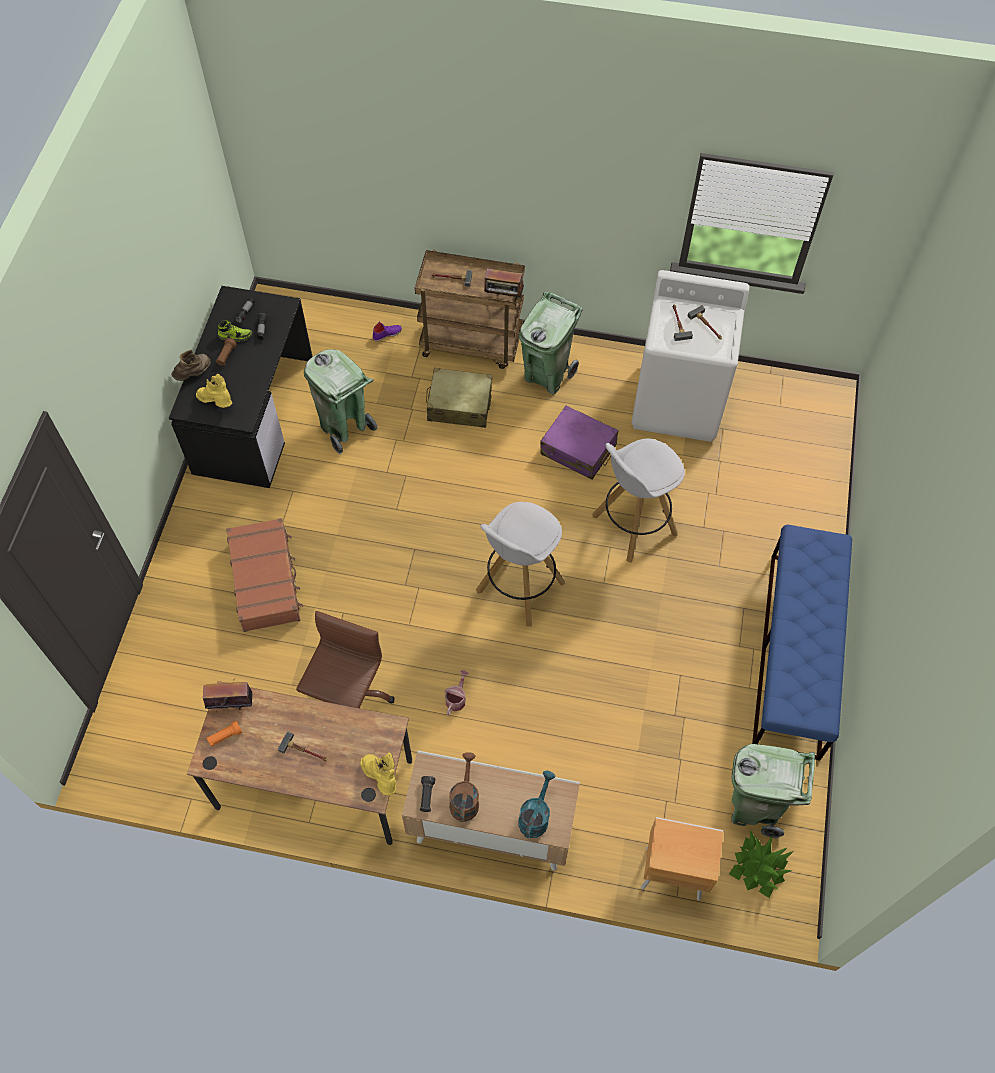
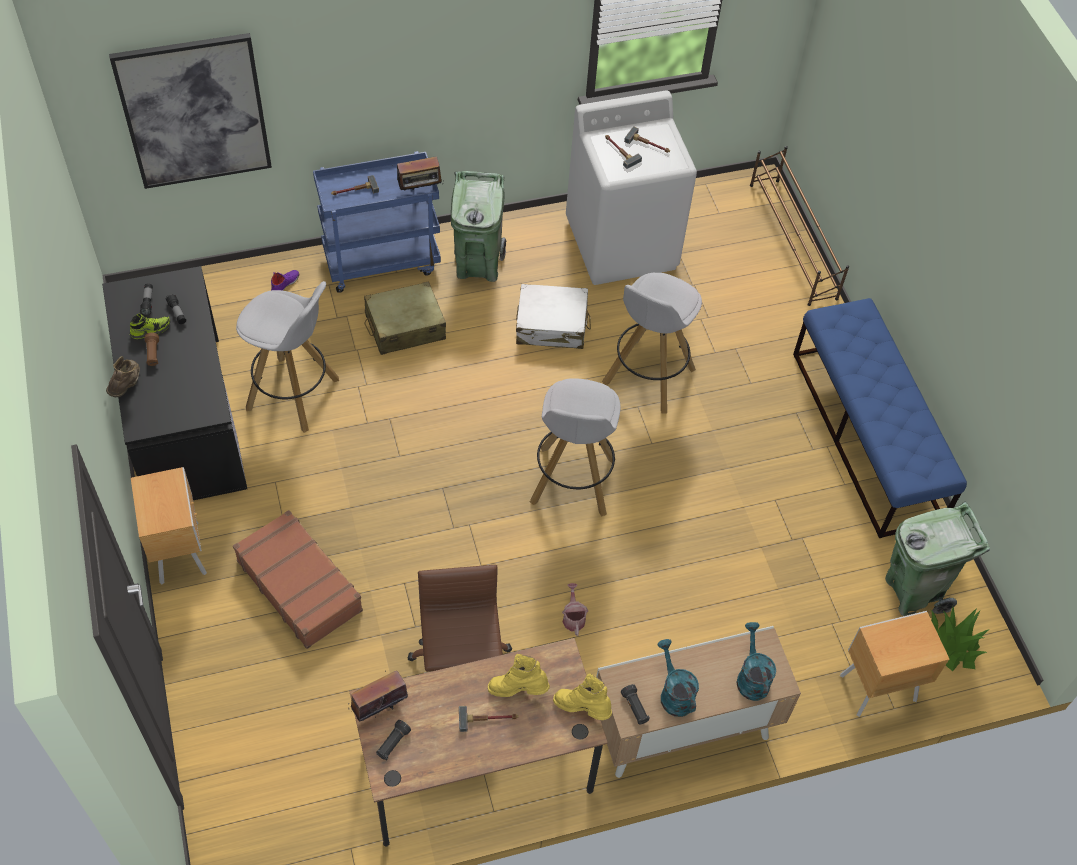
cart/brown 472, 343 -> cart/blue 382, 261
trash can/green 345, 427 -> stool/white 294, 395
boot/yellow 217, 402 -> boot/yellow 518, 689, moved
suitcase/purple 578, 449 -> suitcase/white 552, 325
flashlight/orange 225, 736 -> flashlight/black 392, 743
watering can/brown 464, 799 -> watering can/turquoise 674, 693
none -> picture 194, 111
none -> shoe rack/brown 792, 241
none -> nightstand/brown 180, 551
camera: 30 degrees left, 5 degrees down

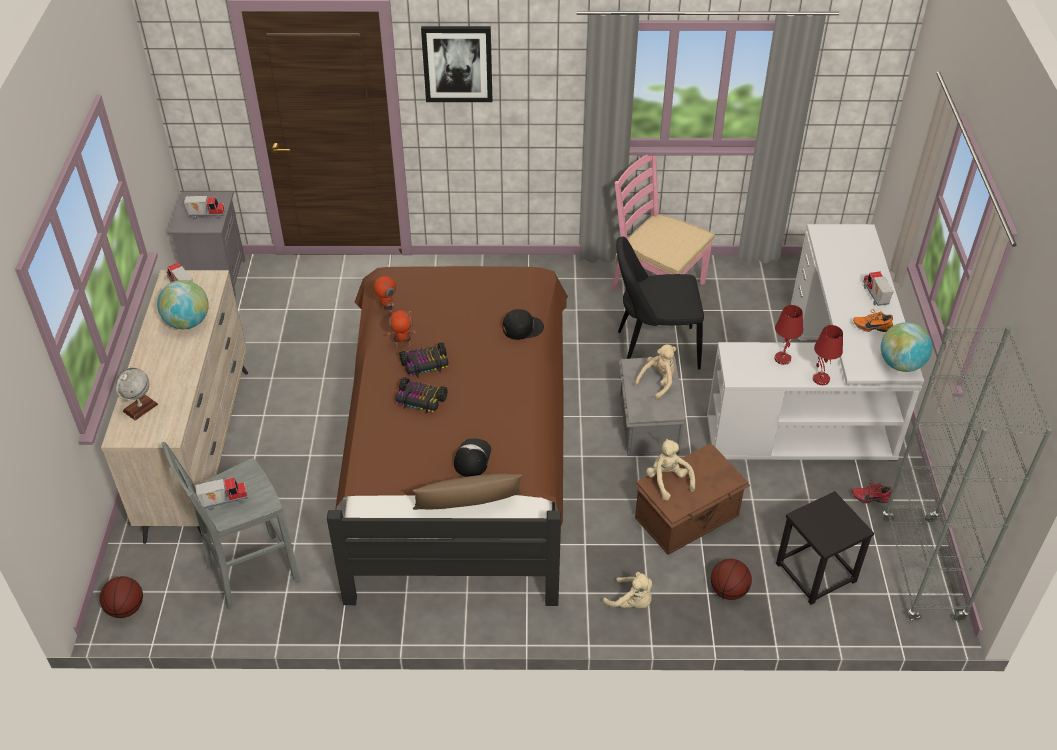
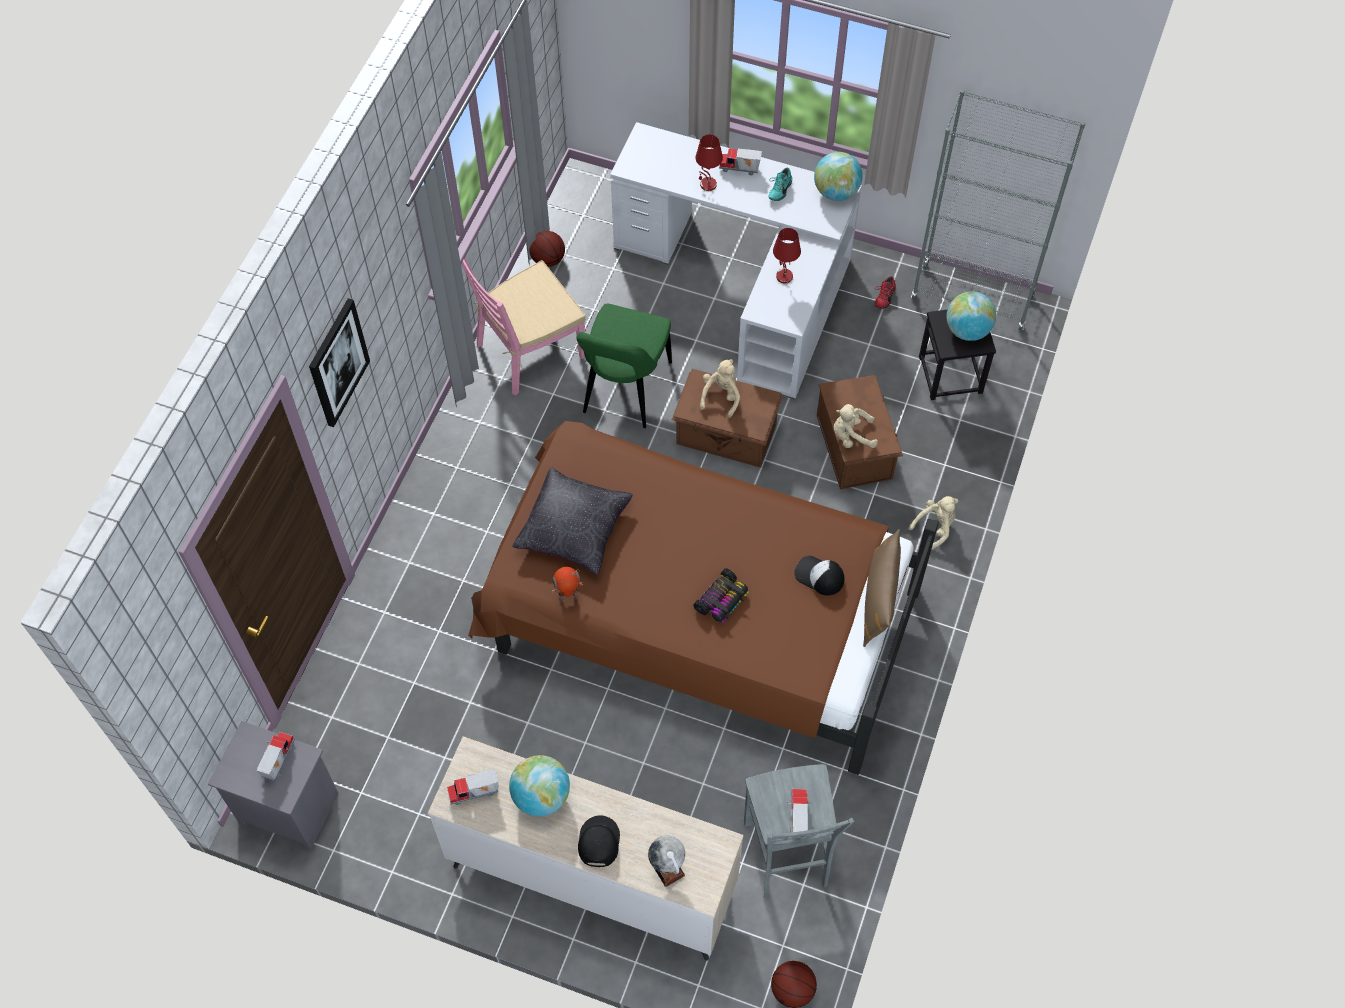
chair/black 653, 350 -> chair/green 625, 391
cap/black 522, 327 -> cap/black 598, 842, moved
shoe/orange 872, 326 -> shoe/turquoise 778, 190
toy robot 403, 346 -> none
table lamp/red 820, 379 -> table lamp/red 708, 185, moved
toy car 425, 365 -> none
plush toy/beige 658, 382 -> plush toy/beige 721, 396, 45 degrees clockwise
storage box/grey 647, 424 -> storage box/brown 726, 435
basketball 728, 591 -> basketball 548, 260, moved
none -> globe 967, 330
none -> pillow/black 574, 528
camera: 70 degrees left, 15 degrees up

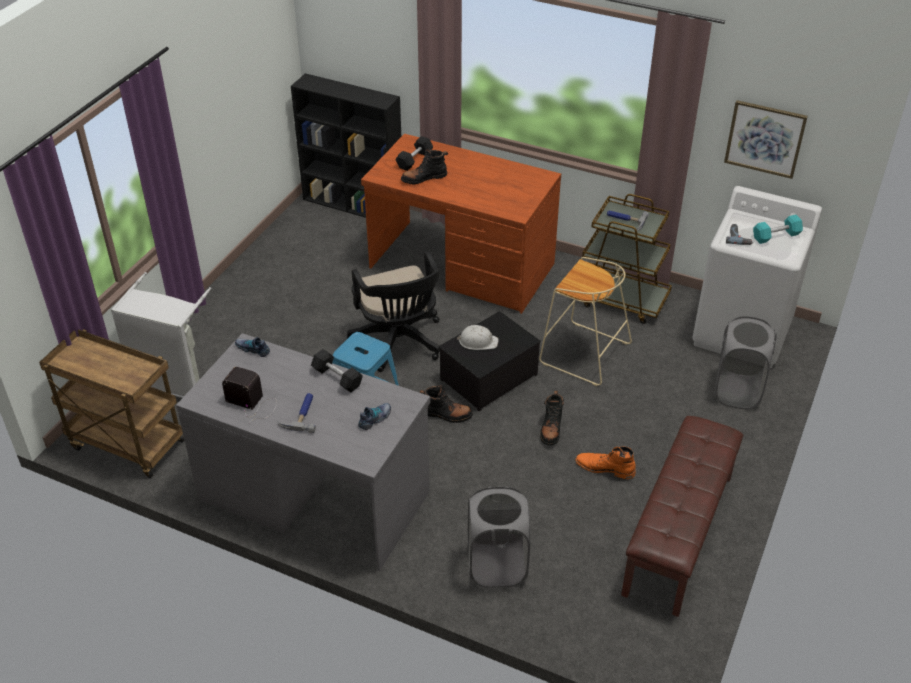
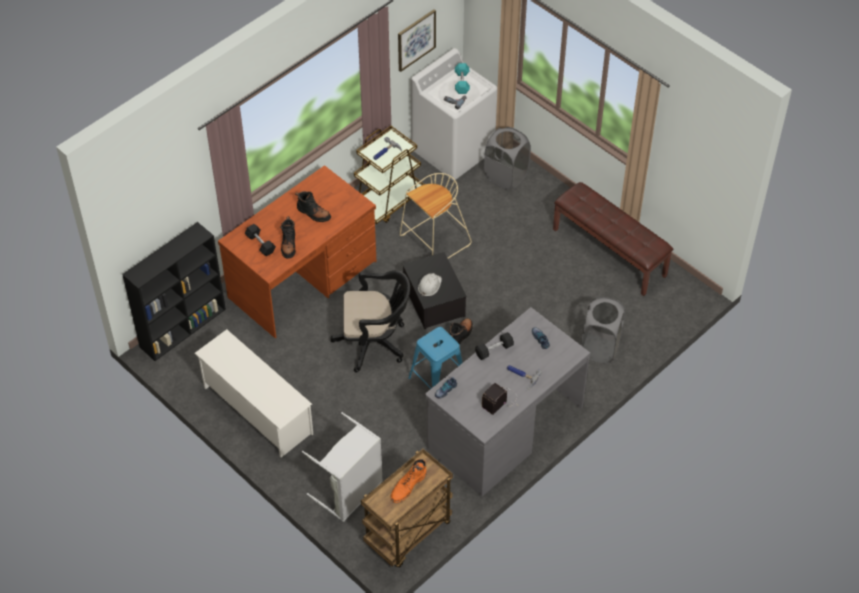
boot/black 551, 429 -> boot/black 313, 213, moved
boot/orange 605, 468 -> boot/orange 408, 486, moved
none -> shoe rack/white 257, 410
camera: 70 degrees left, 10 degrees up

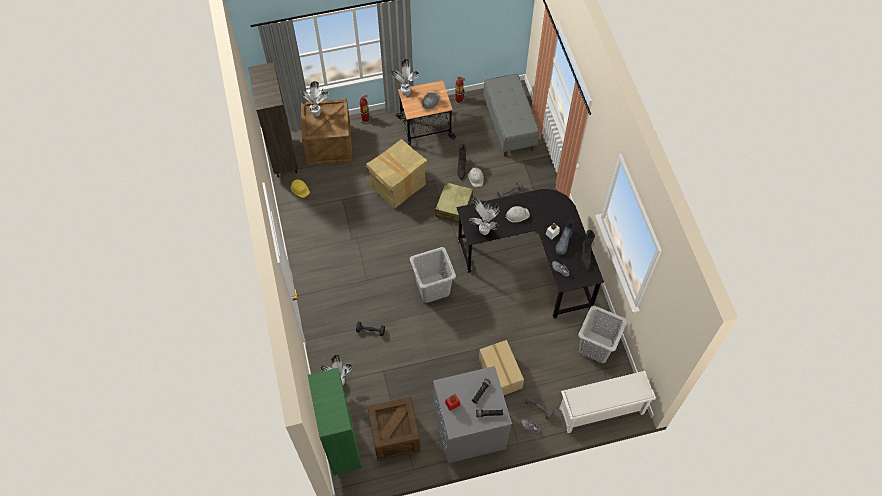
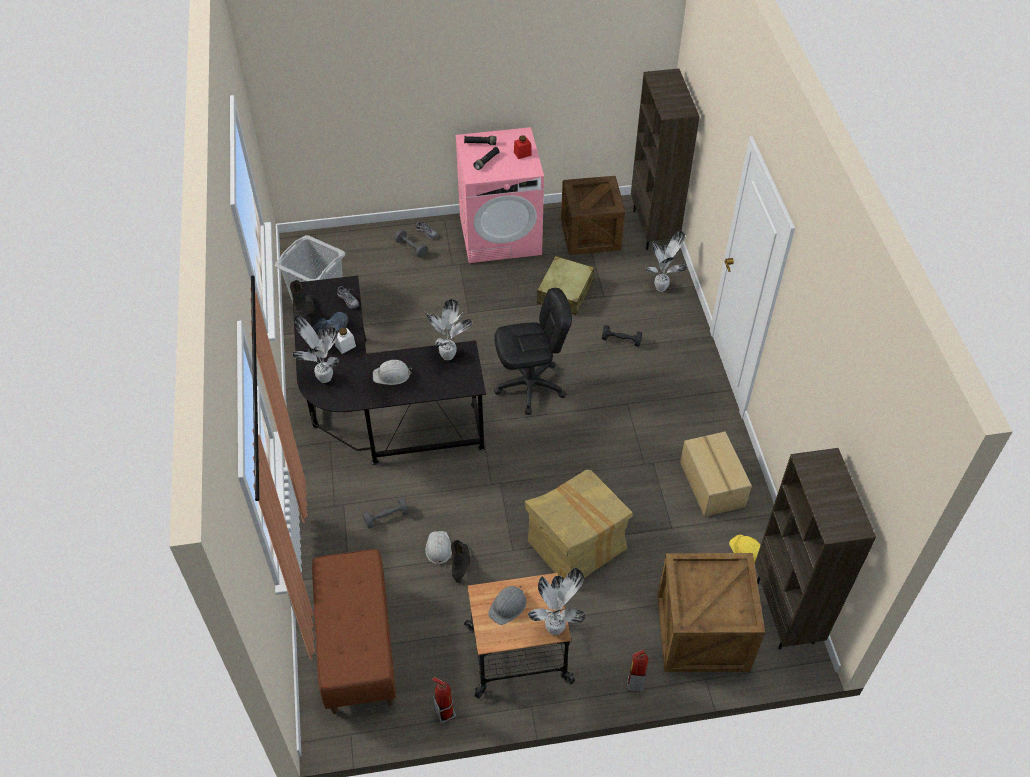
bench/grey 509, 126 -> bench/brown 357, 646
potted plant 317, 114 -> potted plant 324, 377, moved
suitcase/beige 454, 207 -> suitcase/beige 565, 292, moved
laundry basket/grey 432, 288 -> office chair/black 530, 386
cardboard box 500, 373 -> cardboard box 711, 484, moved
washing machine/grey 469, 429 -> washing machine/pink 500, 235
bookcase/green 342, 447 -> bookcase/brown 654, 228
shoe rack/white 600, 411 -> none
camera: 175 degrees left, 10 degrees down

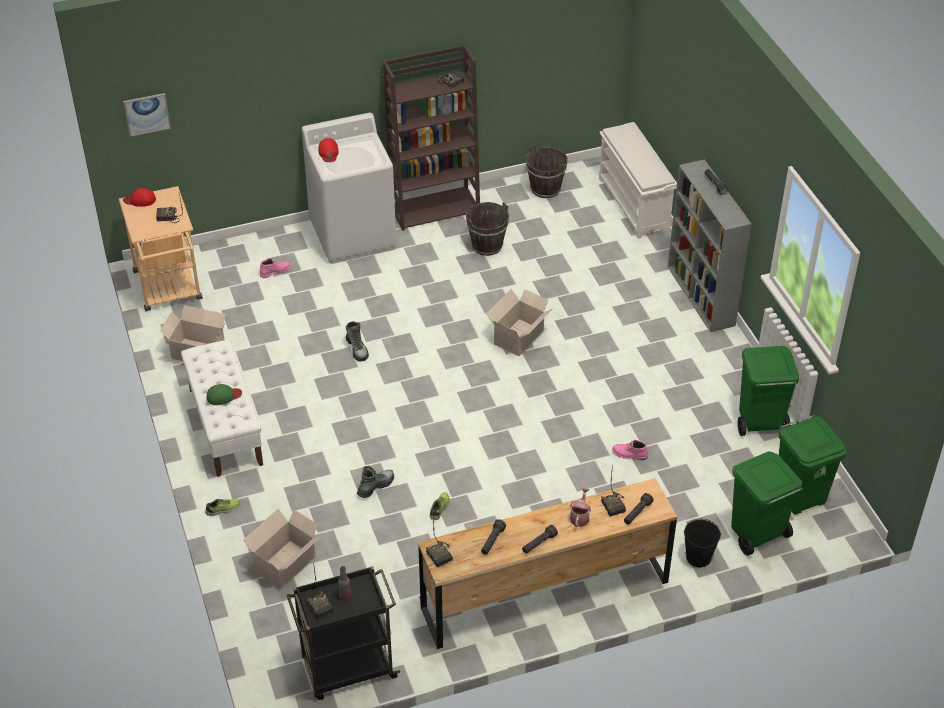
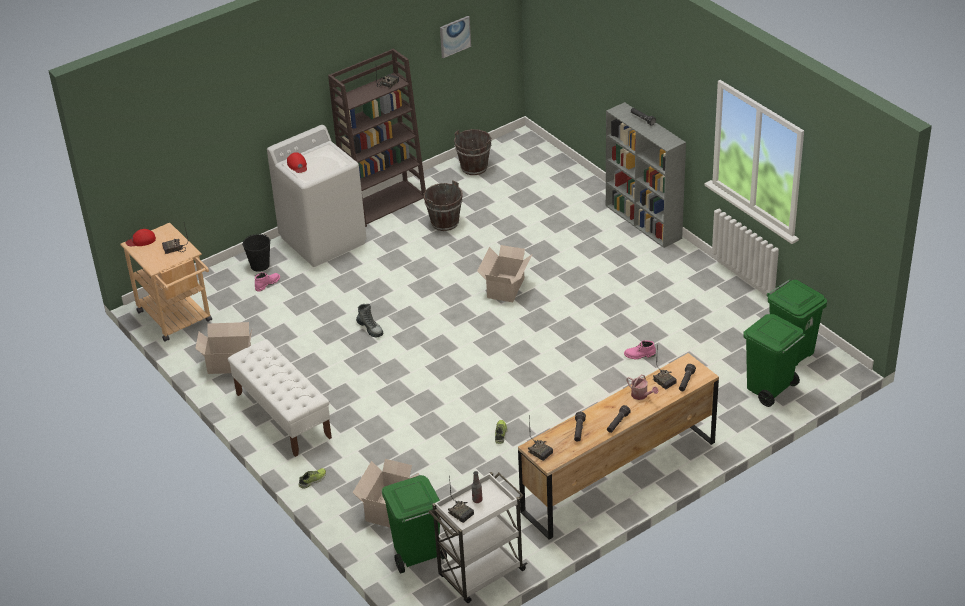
picture 147, 114 -> picture 454, 36, moved
shoe rack/white 634, 205 -> none
trash can/green 759, 422 -> trash can/green 416, 555, moved
cap/green 223, 396 -> none
boot 375, 486 -> none
watering can 580, 516 -> watering can 641, 395, 135 degrees clockwise
bucket/black 698, 557 -> bucket/black 260, 265, moved
cart/black 347, 669 -> cart/white 480, 574
camera: 15 degrees left, 5 degrees down

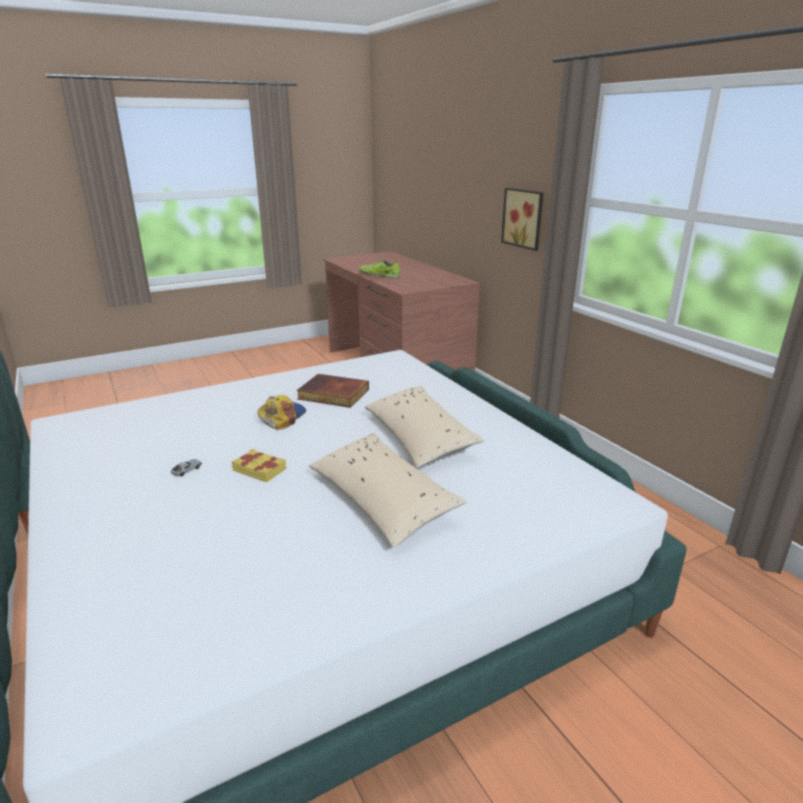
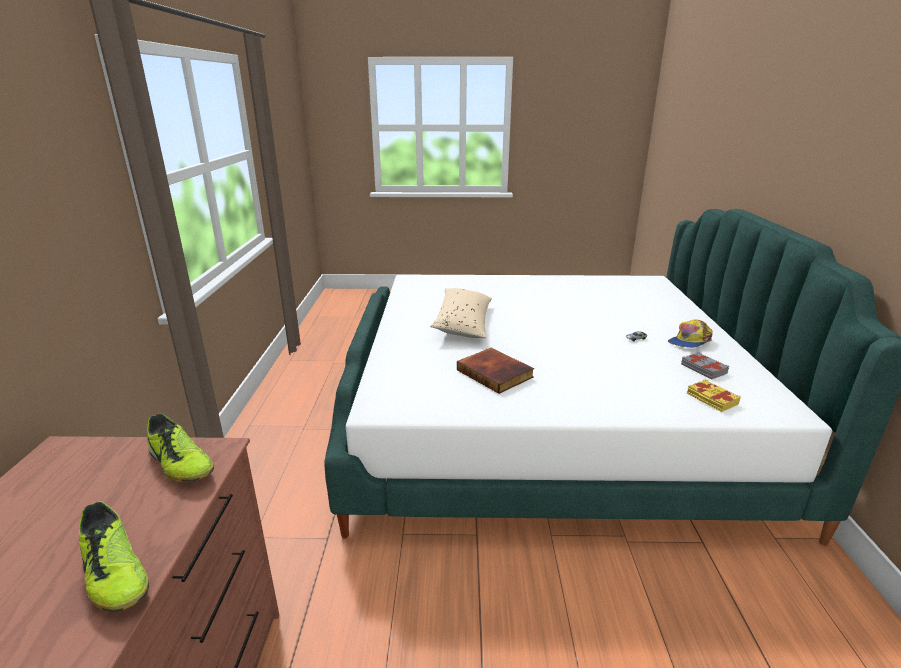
picture 524, 218 -> none
cap 281, 417 -> cap 689, 341, moved
pillow/beige 382, 499 -> none
book/yellow 260, 469 -> book/yellow 711, 399, moved
none -> book/grey 704, 369
none -> shoe 180, 464
camera: 150 degrees left, 0 degrees up

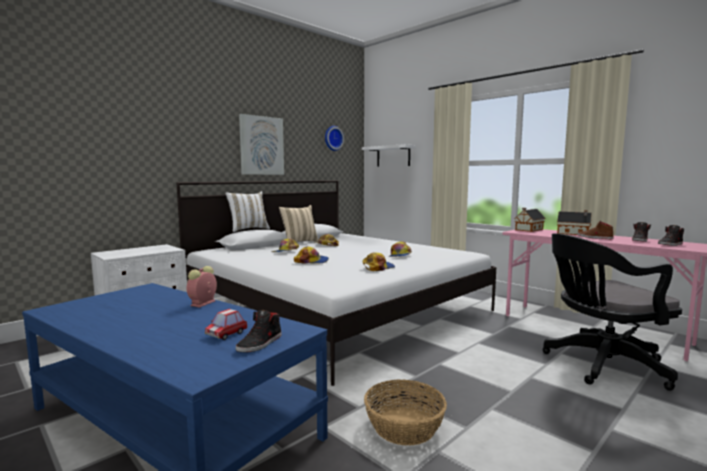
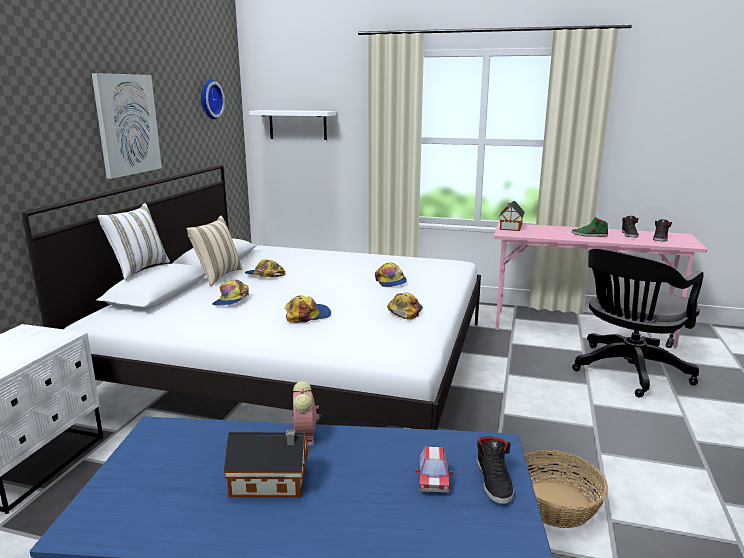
toy house 574, 233 -> toy house 272, 482, moved
shoe/brown 594, 237 -> shoe/green 589, 235
camera: 30 degrees left, 10 degrees up

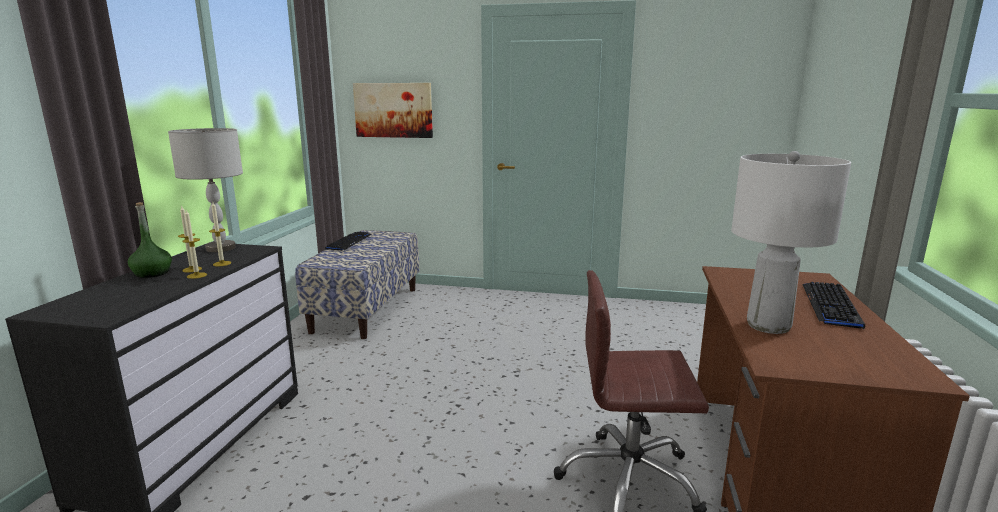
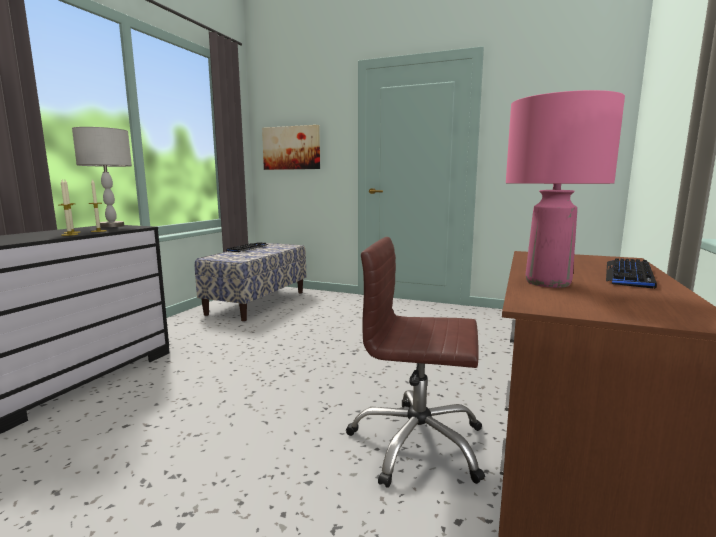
table lamp/white 767, 325 -> table lamp/pink 547, 282
bottle/green 152, 273 -> none
camera: 10 degrees right, 5 degrees down

